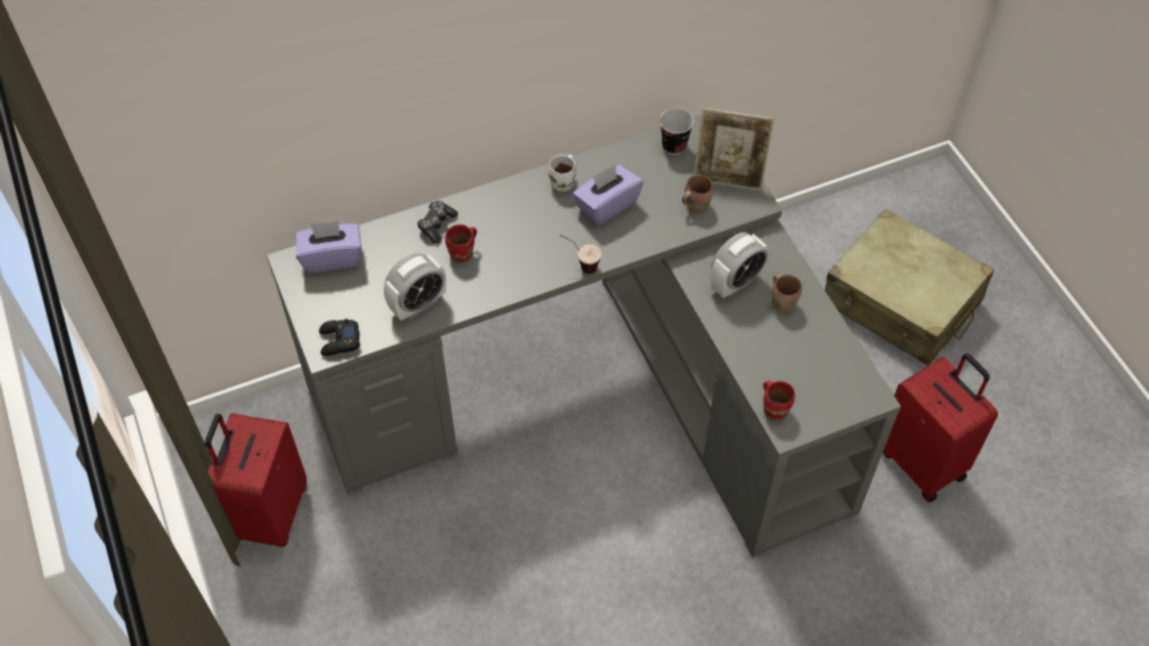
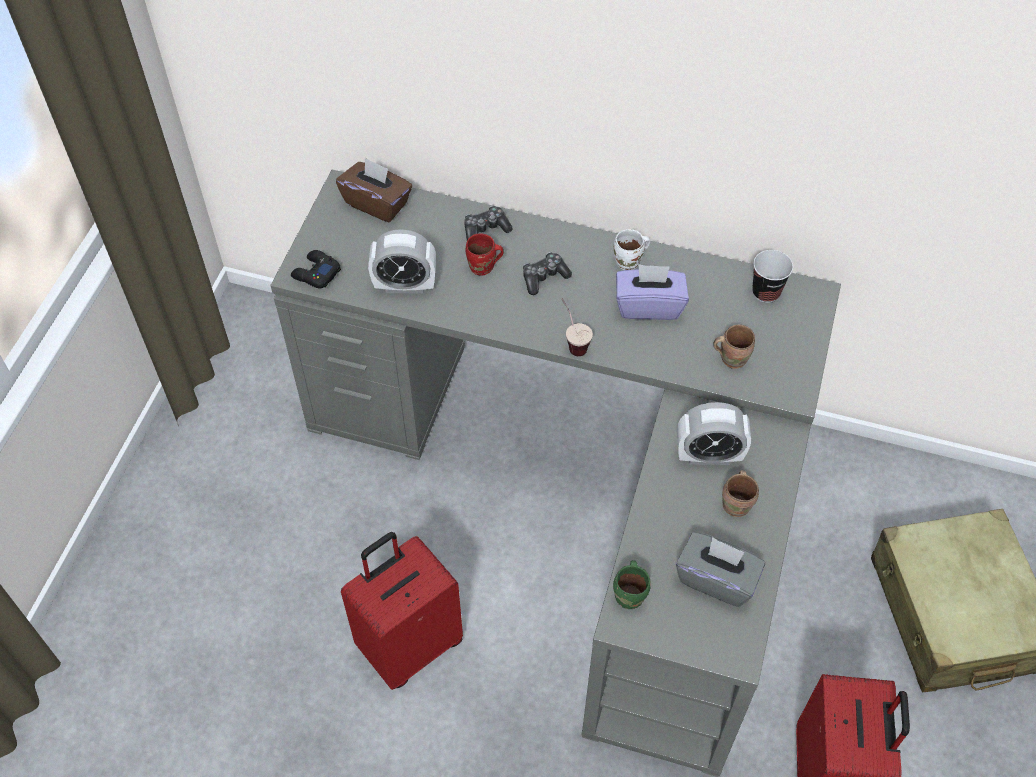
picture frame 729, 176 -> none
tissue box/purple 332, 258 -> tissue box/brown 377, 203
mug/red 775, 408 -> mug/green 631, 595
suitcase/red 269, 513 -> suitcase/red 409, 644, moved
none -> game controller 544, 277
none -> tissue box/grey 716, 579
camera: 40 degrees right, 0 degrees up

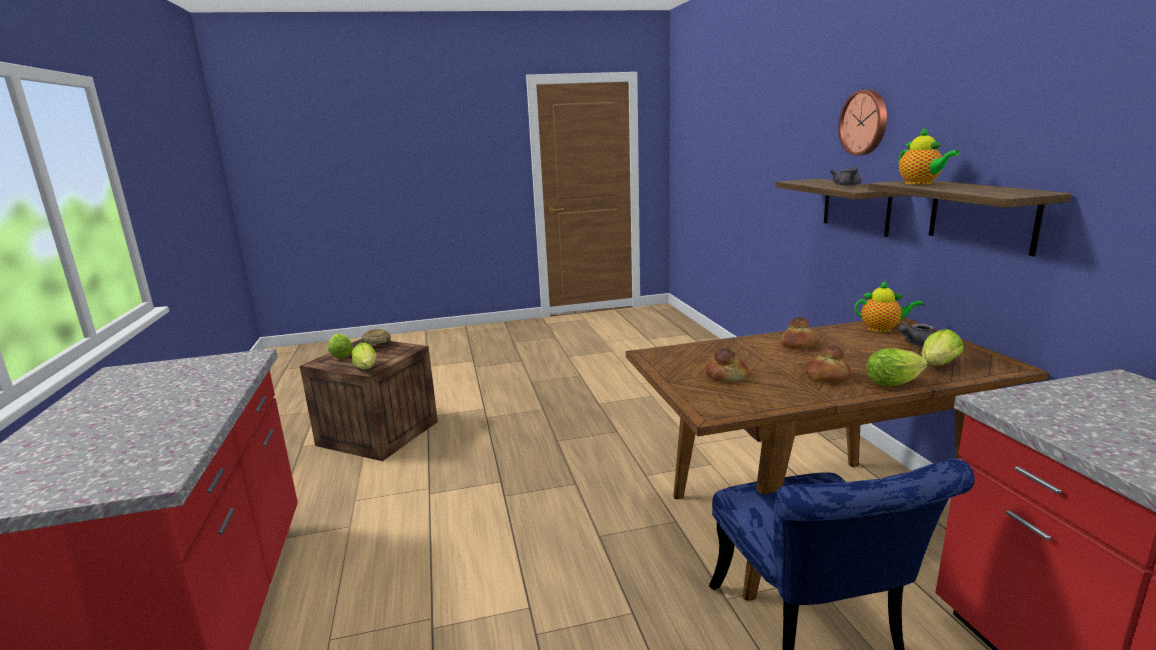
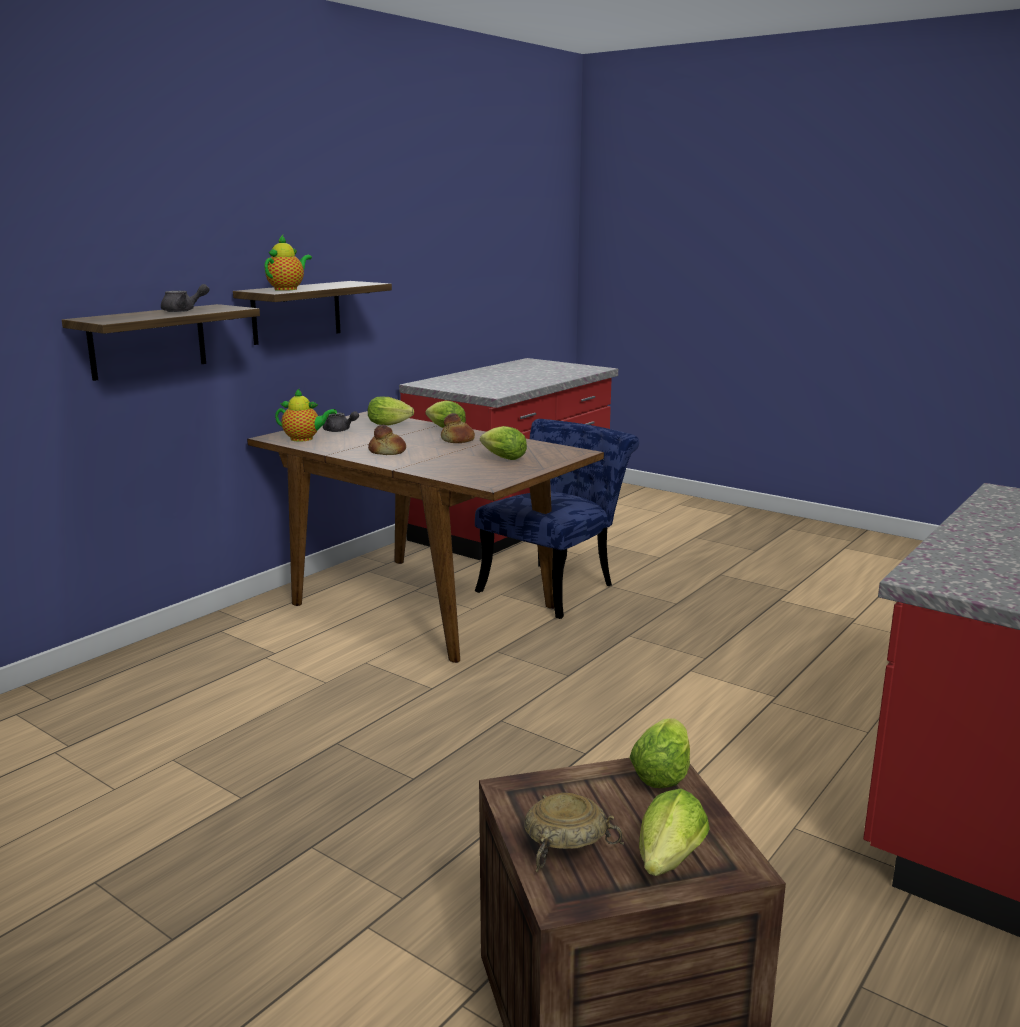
wall clock 865, 122 -> none
teapot 882, 329 -> teapot 304, 439, 120 degrees clockwise
bread 726, 376 -> lettuce 501, 458
camera: 130 degrees left, 0 degrees up

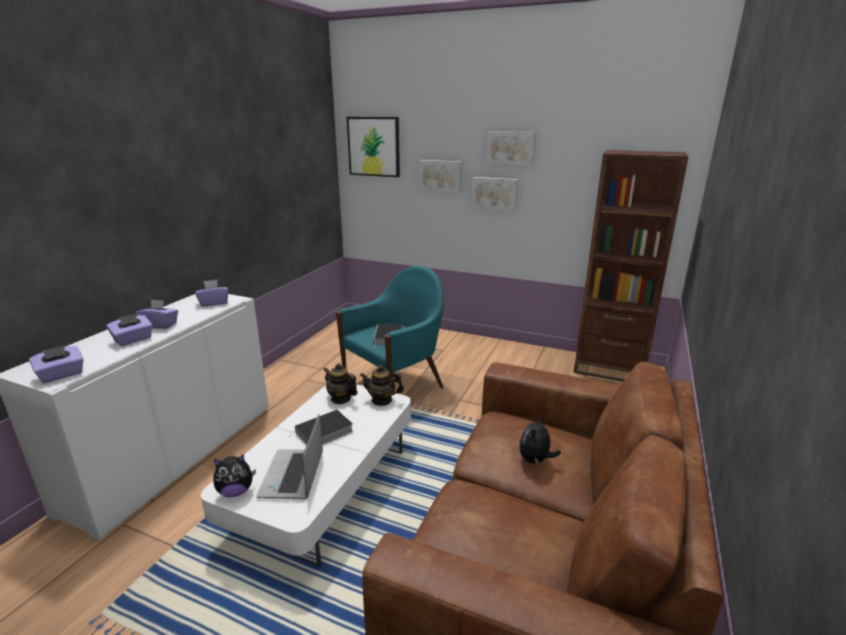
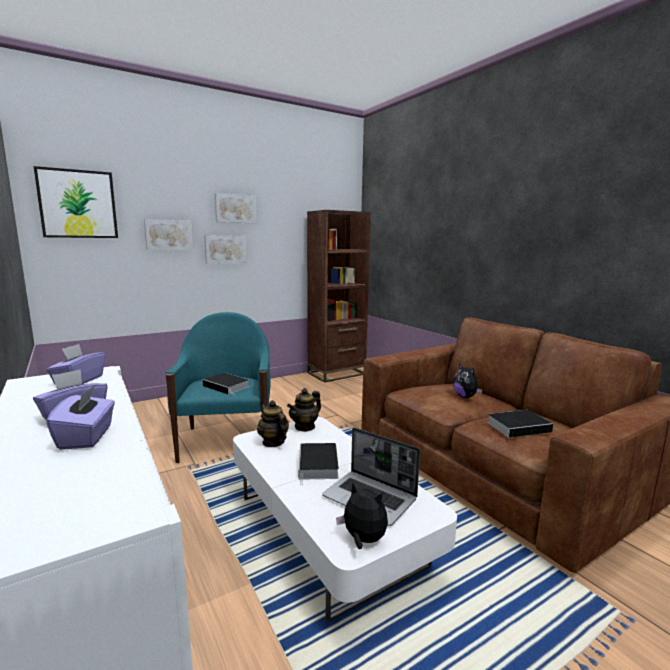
tissue box/purple 61, 375 -> none
teapot 341, 399 -> teapot 273, 442, 75 degrees clockwise
plush toy 236, 491 -> plush toy 363, 540, 75 degrees counterclockwise
none -> book 519, 426
camera: 55 degrees left, 10 degrees down

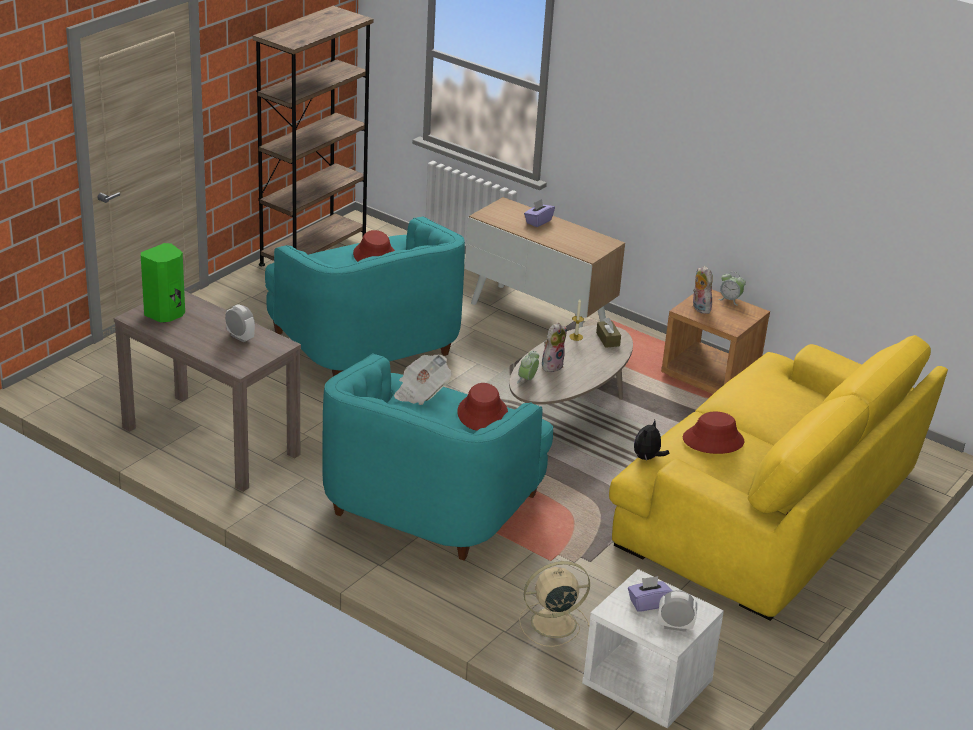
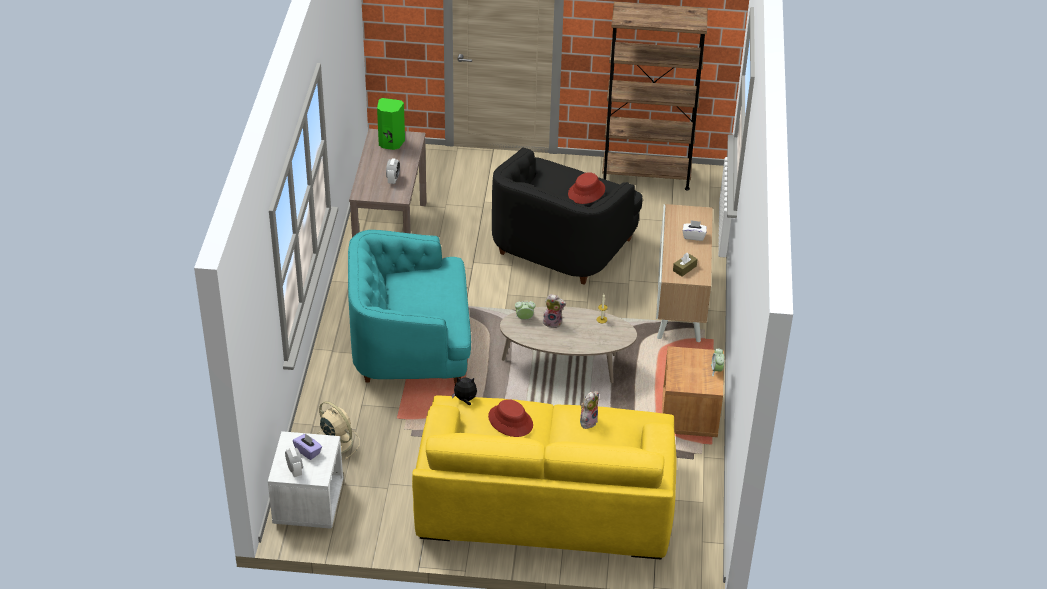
tissue box/purple 538, 221 -> tissue box/white 693, 236
armchair/turquoise 367, 341 -> armchair/black 562, 244
plush toy 699, 308 -> plush toy 588, 421, moved
tissue box/brown 608, 339 -> tissue box/brown 684, 268, moved
newspaper 421, 392 -> none
hat/red 482, 413 -> none
camera: 60 degrees right, 10 degrees up

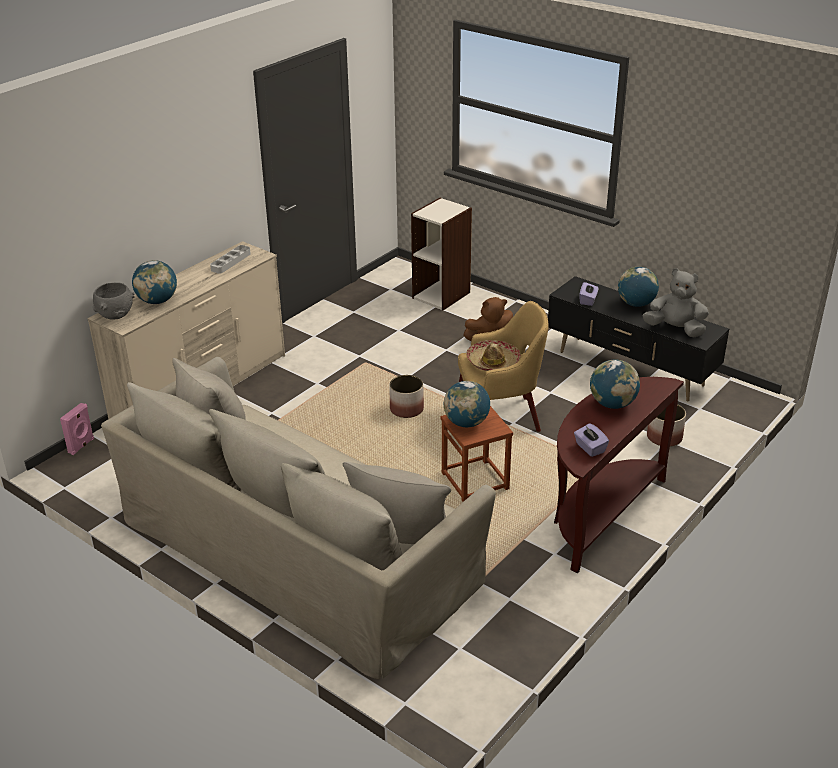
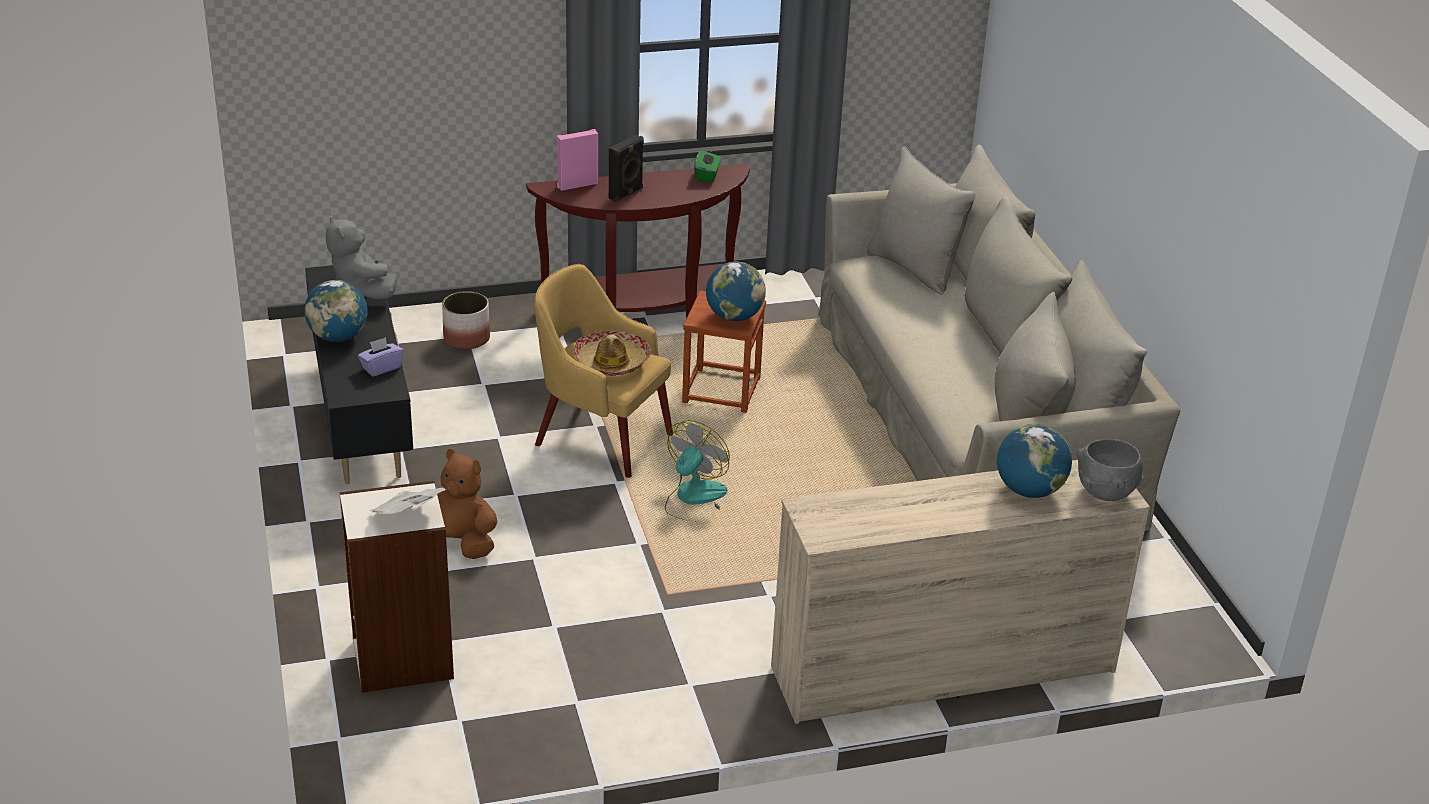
tray/grey 231, 262 -> none
globe 612, 404 -> speaker/black 626, 194
planter 407, 409 -> fan 694, 500
speaker/pink 82, 446 -> speaker/pink 577, 184, moved
tissue box/purple 589, 448 -> tissue box/green 707, 175
none -> newspaper 409, 516
camera: 145 degrees left, 0 degrees up

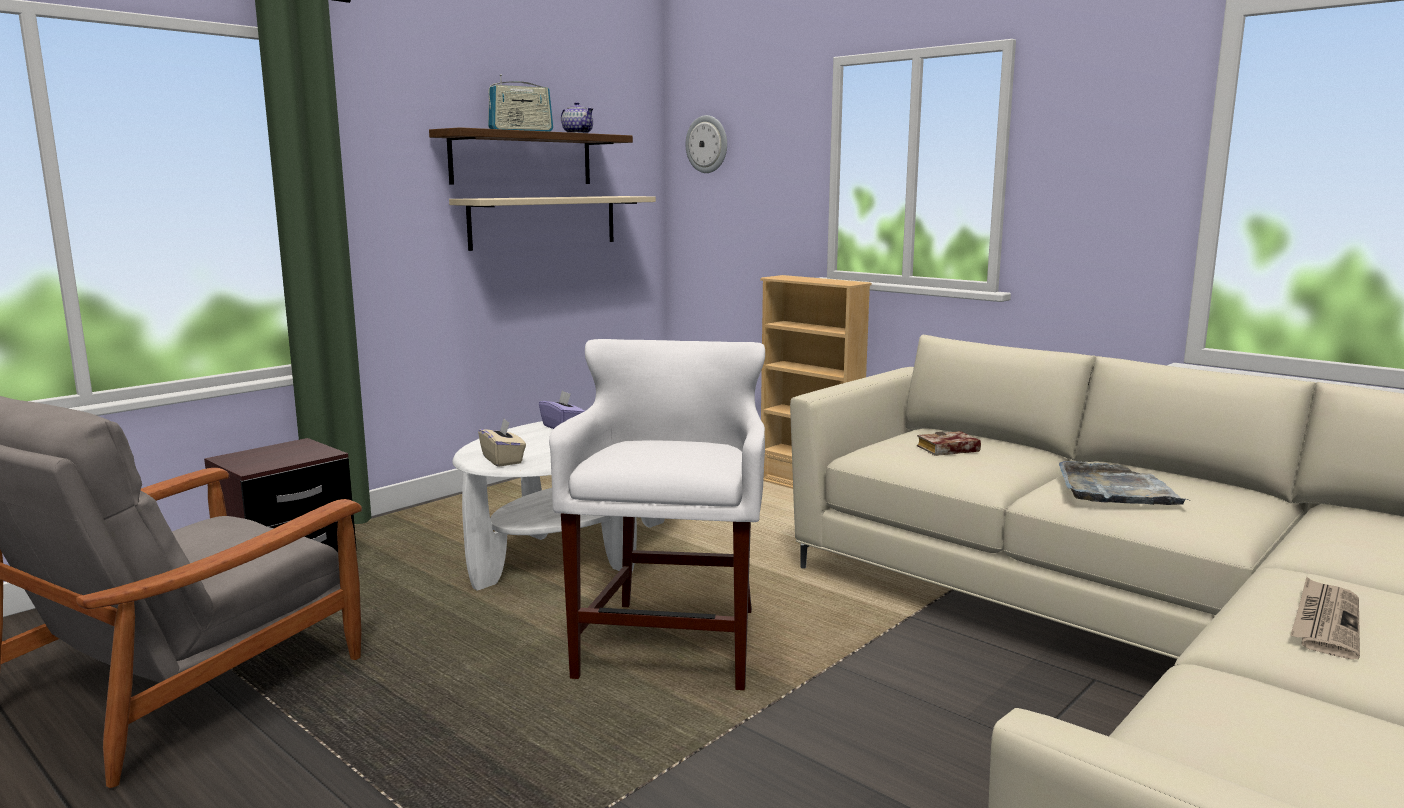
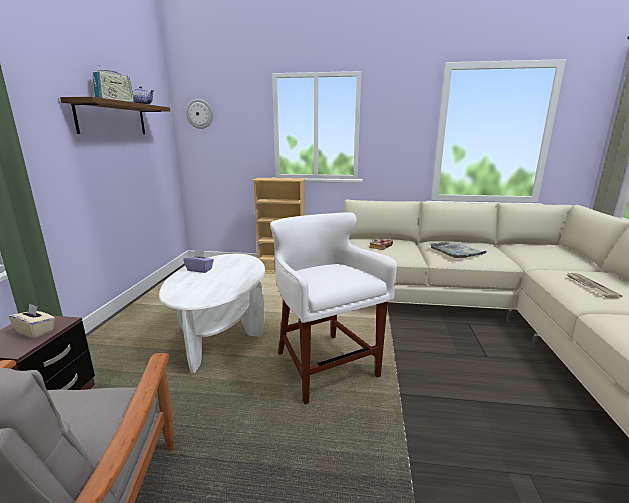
shelf/beige 544, 221 -> none
tissue box/beige 503, 460 -> tissue box/beige 36, 331, moved
camera: 35 degrees left, 5 degrees up

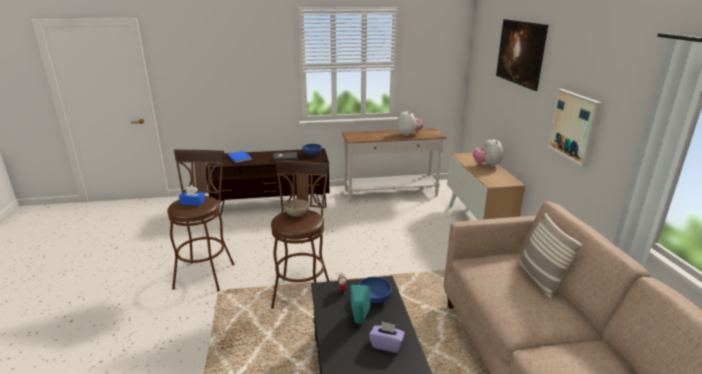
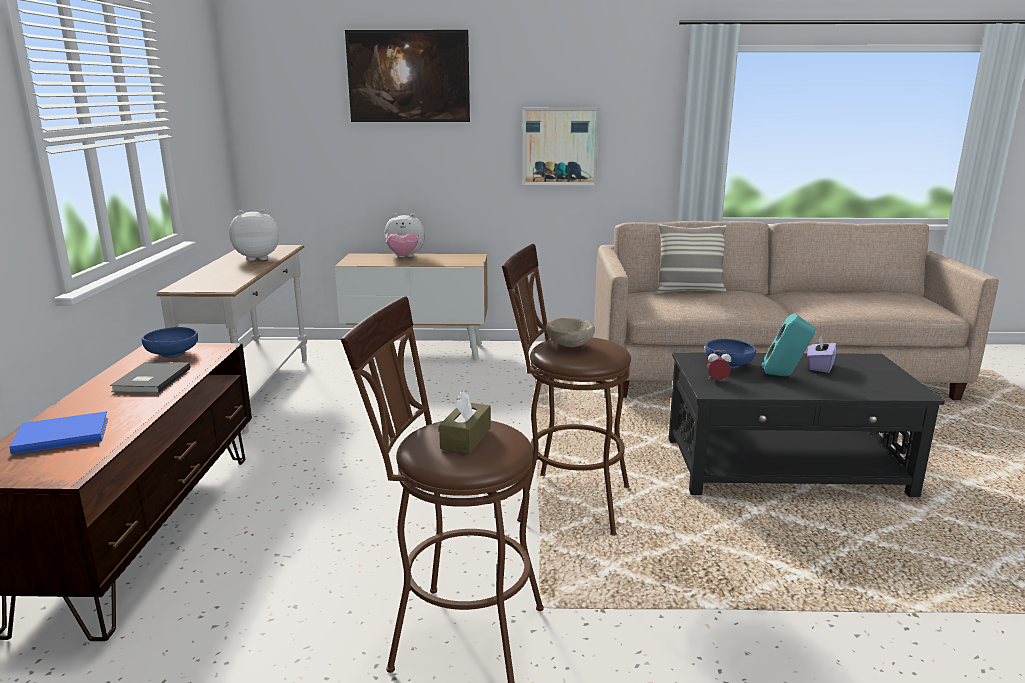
tissue box/blue 192, 202 -> tissue box/brown 466, 438
camera: 80 degrees left, 5 degrees down

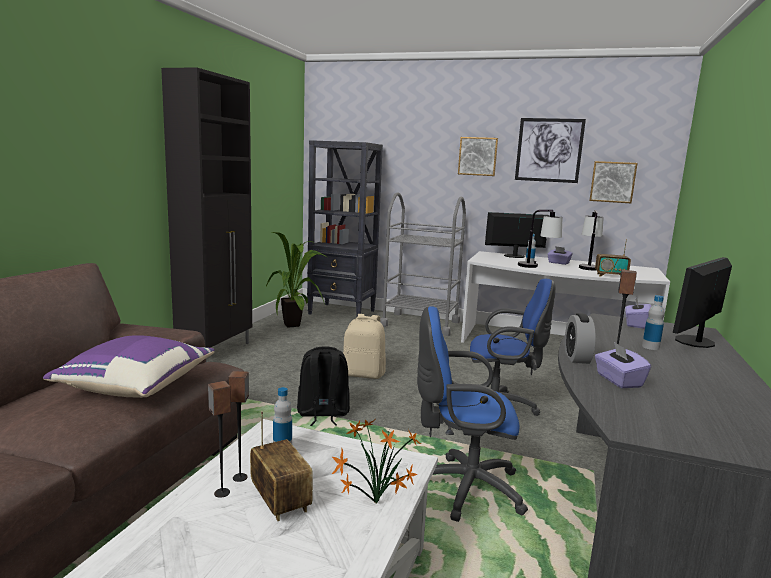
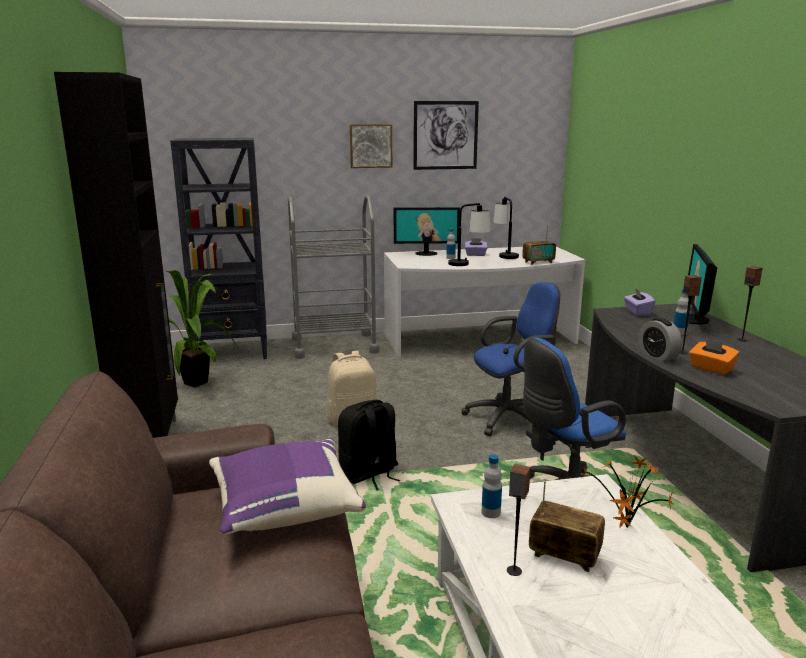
picture 612, 182 -> none
monitor 514, 256 -> monitor 426, 253, 150 degrees counterclockwise
tissue box/purple 618, 380 -> tissue box/orange 711, 369
speaker 240, 477 -> speaker 742, 340, moved
camera: 30 degrees left, 5 degrees up

